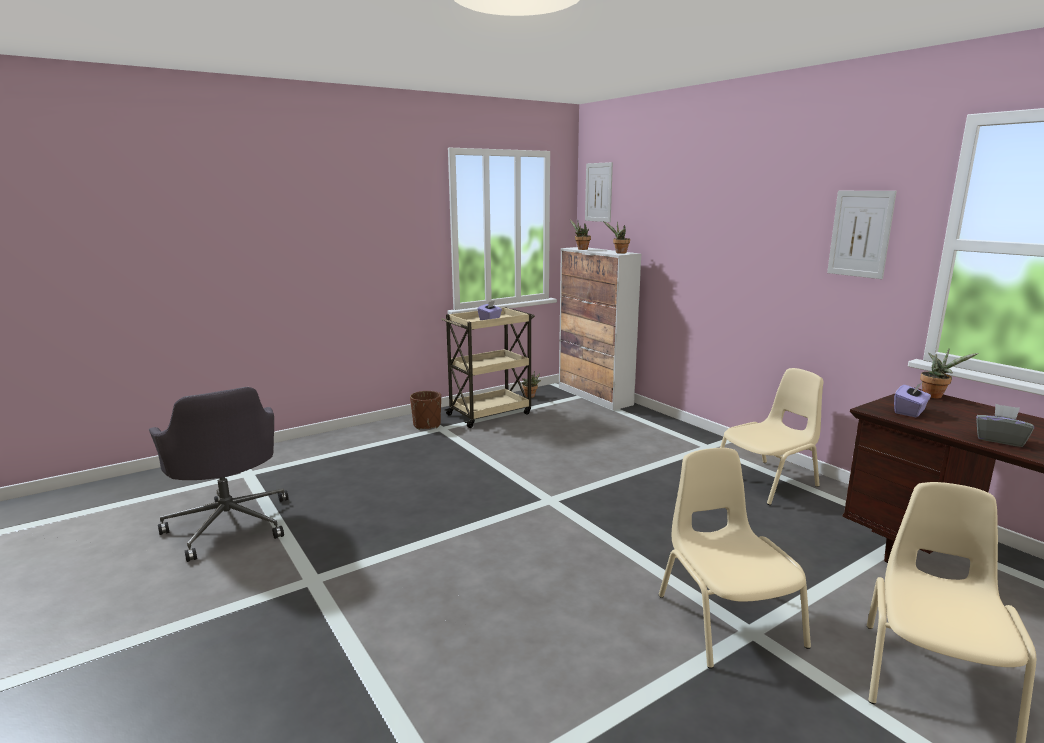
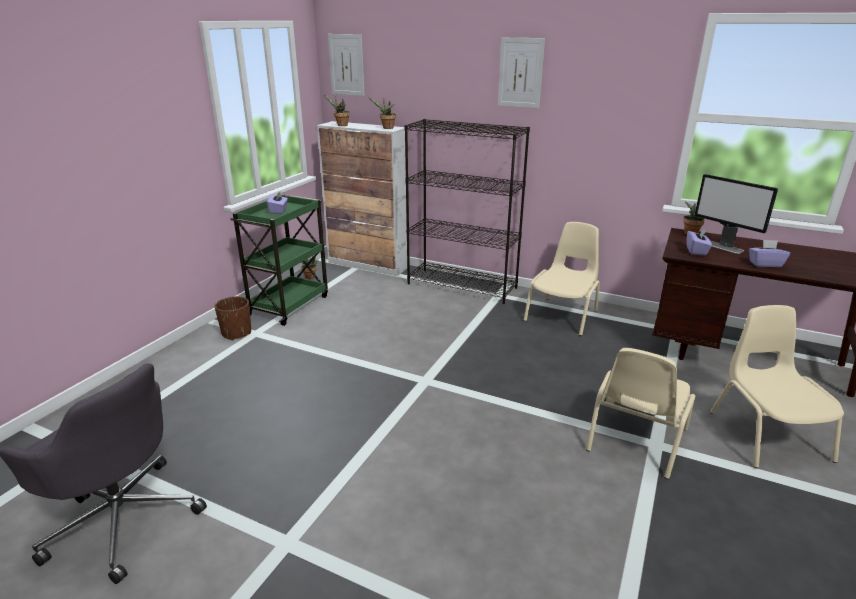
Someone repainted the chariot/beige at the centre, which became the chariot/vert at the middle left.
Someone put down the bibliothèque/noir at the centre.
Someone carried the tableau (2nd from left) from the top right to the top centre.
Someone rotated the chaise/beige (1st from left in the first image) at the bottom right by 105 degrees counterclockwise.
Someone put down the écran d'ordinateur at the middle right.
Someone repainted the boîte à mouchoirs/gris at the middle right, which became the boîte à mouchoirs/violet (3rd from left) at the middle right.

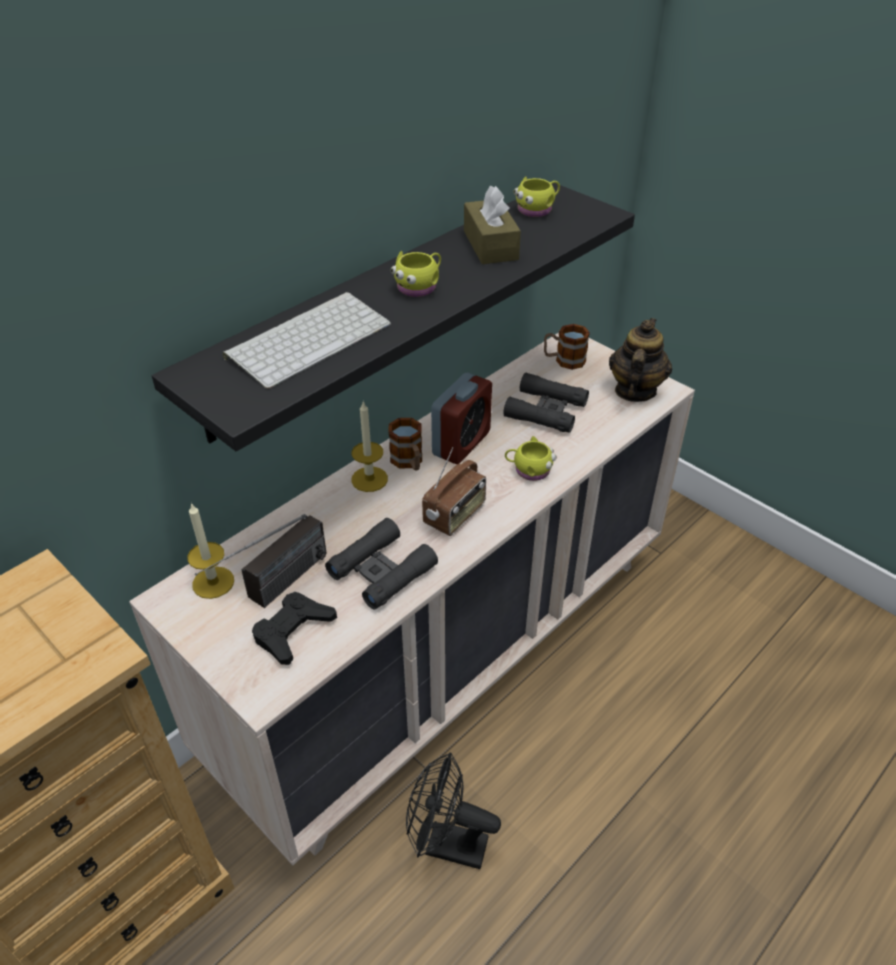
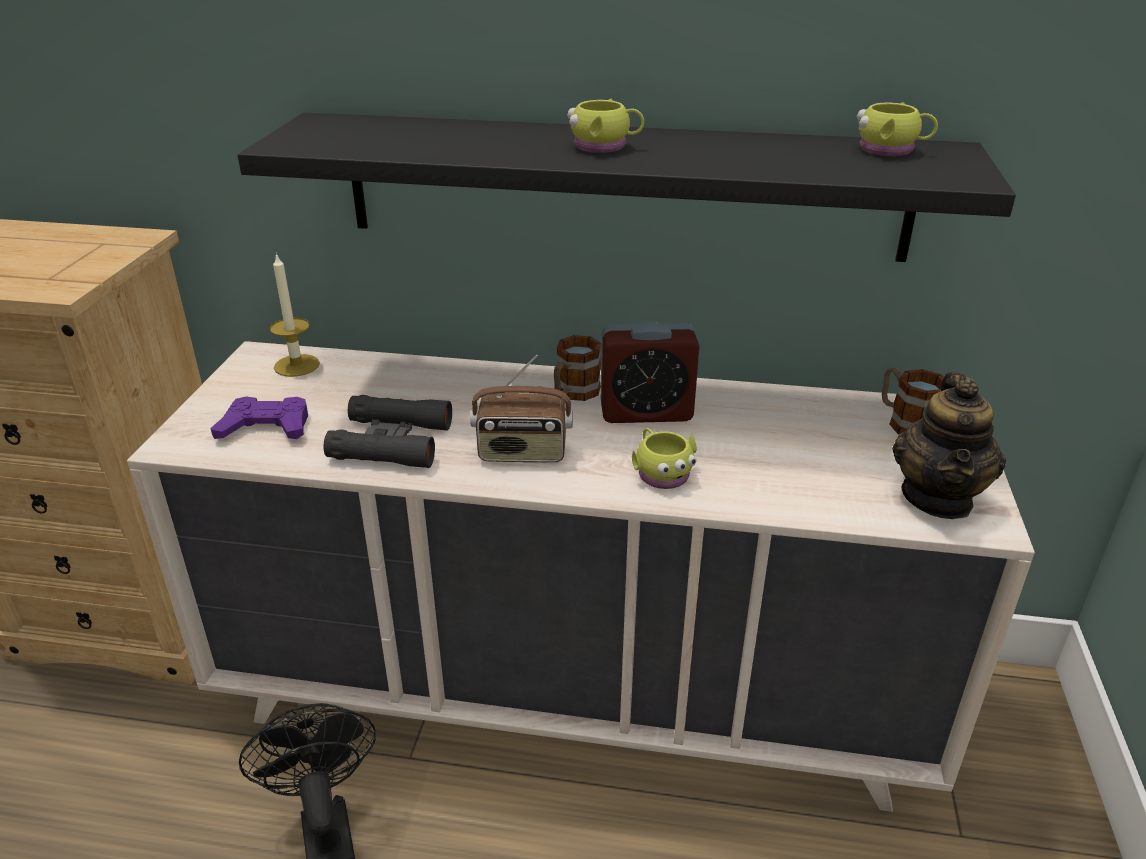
Someone repainted the manette/noir at the middle left, which became the manette/violet at the middle left.
Someone rotated the théière at the middle right by 120 degrees clockwise.
Someone took away the radio (1st from left) at the middle left.
Someone took away the clavier at the centre.
Someone took away the bougie (2nd from left) at the centre.
Someone took away the boîte à mouchoirs/marron at the top centre.
Someone took away the jumelles/noir (2nd from left) at the centre.

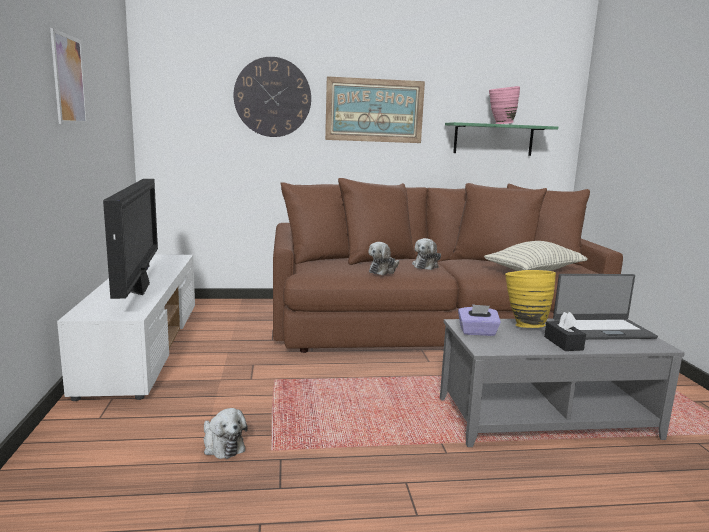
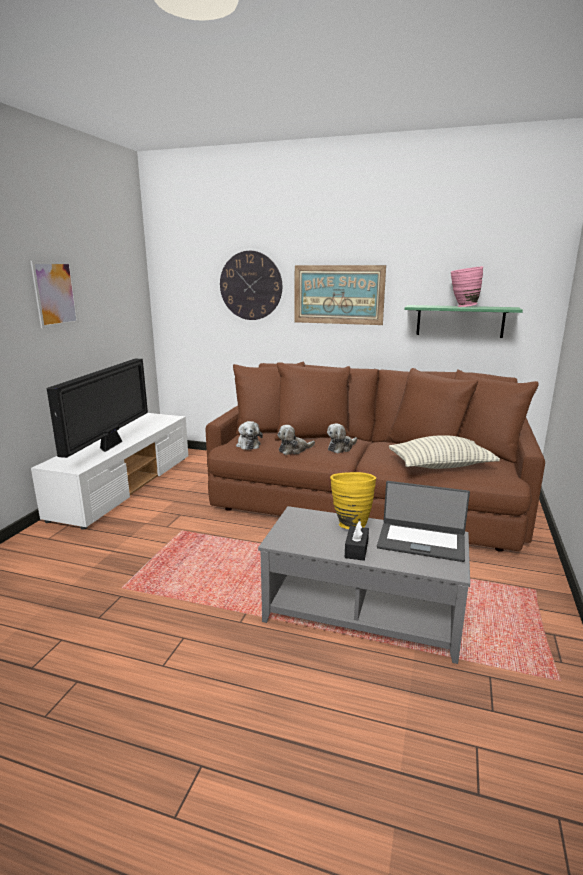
Someone carried the peluche (1st from left) from the bottom left to the centre.
Someone took away the boîte à mouchoirs/violet at the middle right.

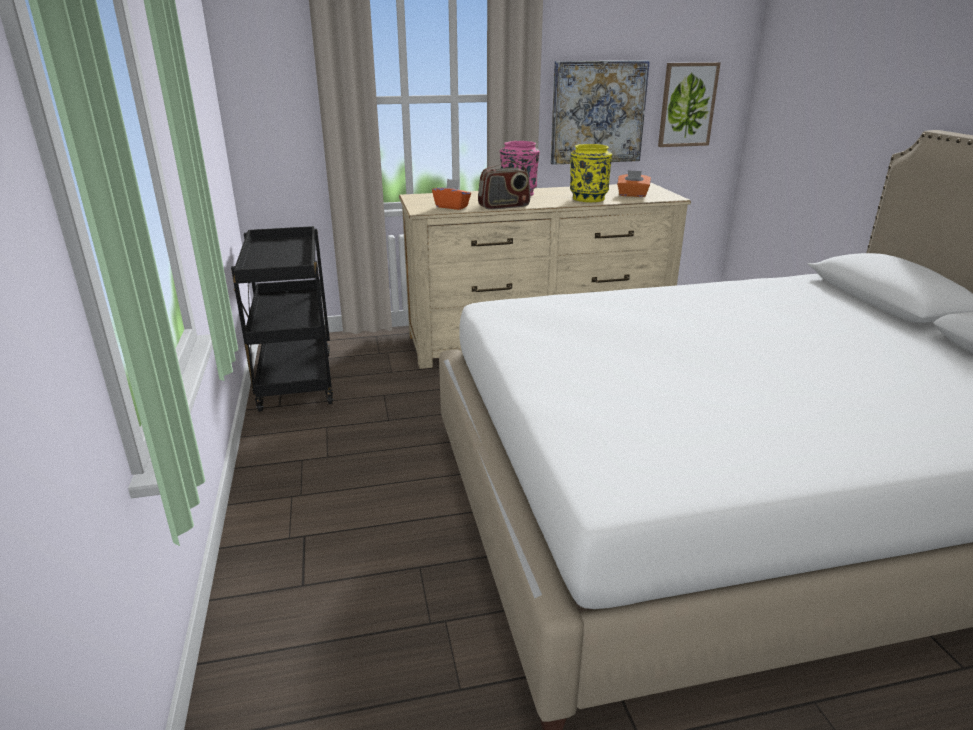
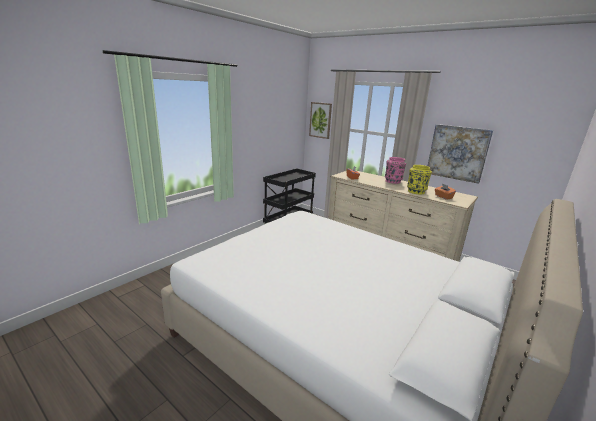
Someone carried the tableau (2nd from left in the first image) from the top right to the top centre.
Someone took away the radio at the top centre.

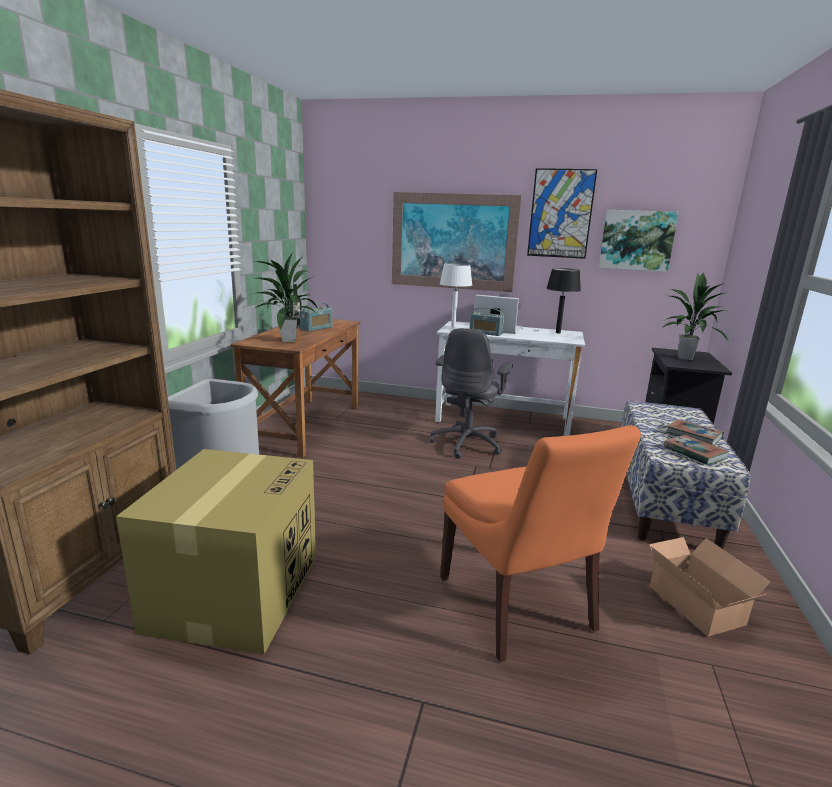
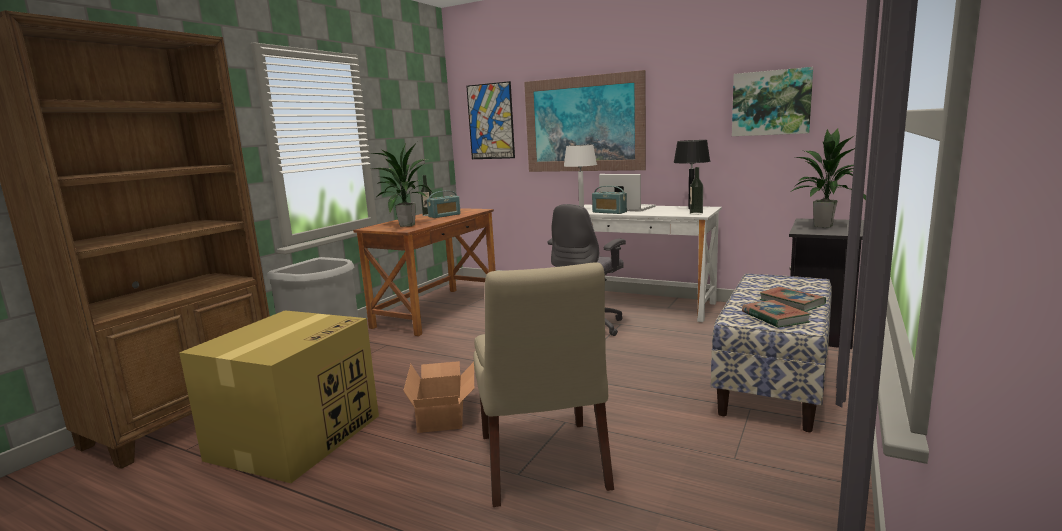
Someone carried the carton (2nd from left) from the bottom right to the bottom centre.
Someone carried the tableau (2nd from left in the first image) from the top right to the top centre.
Someone repainted the chaise/orange at the bottom centre, which became the chaise/beige at the bottom centre.
Someone put down the bouteille (2nd from left) at the centre.

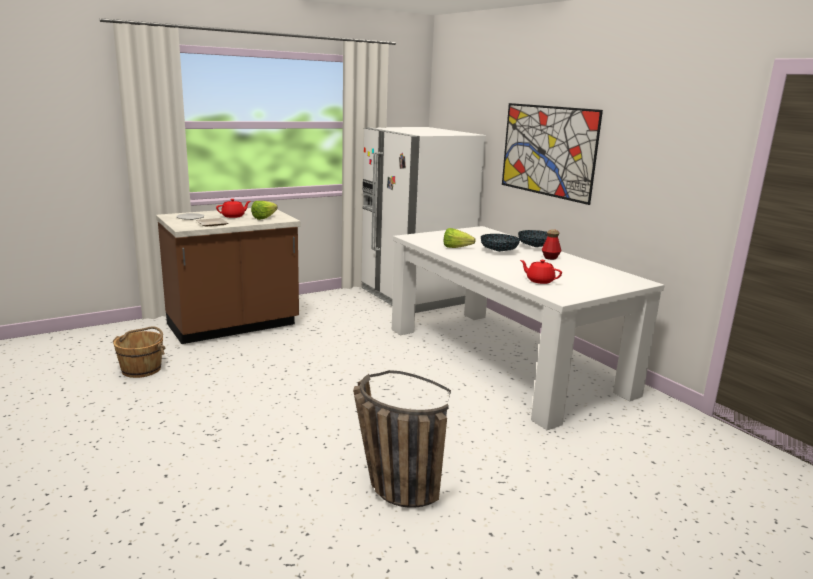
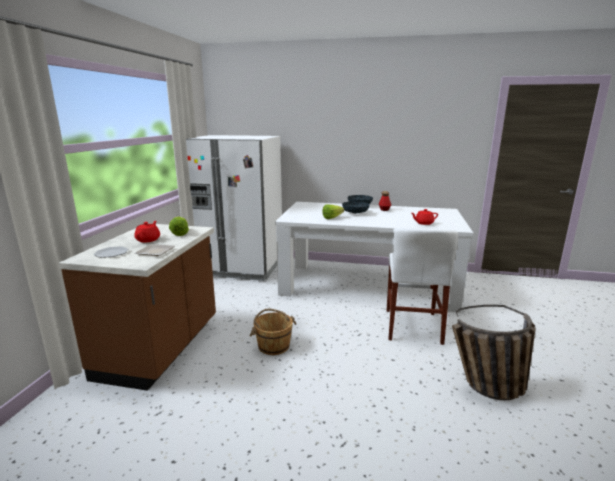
Someone carried the seau/marron from the middle left to the bottom centre.
Someone put down the chaise/blanc at the middle right.
Someone took away the tableau at the top right.

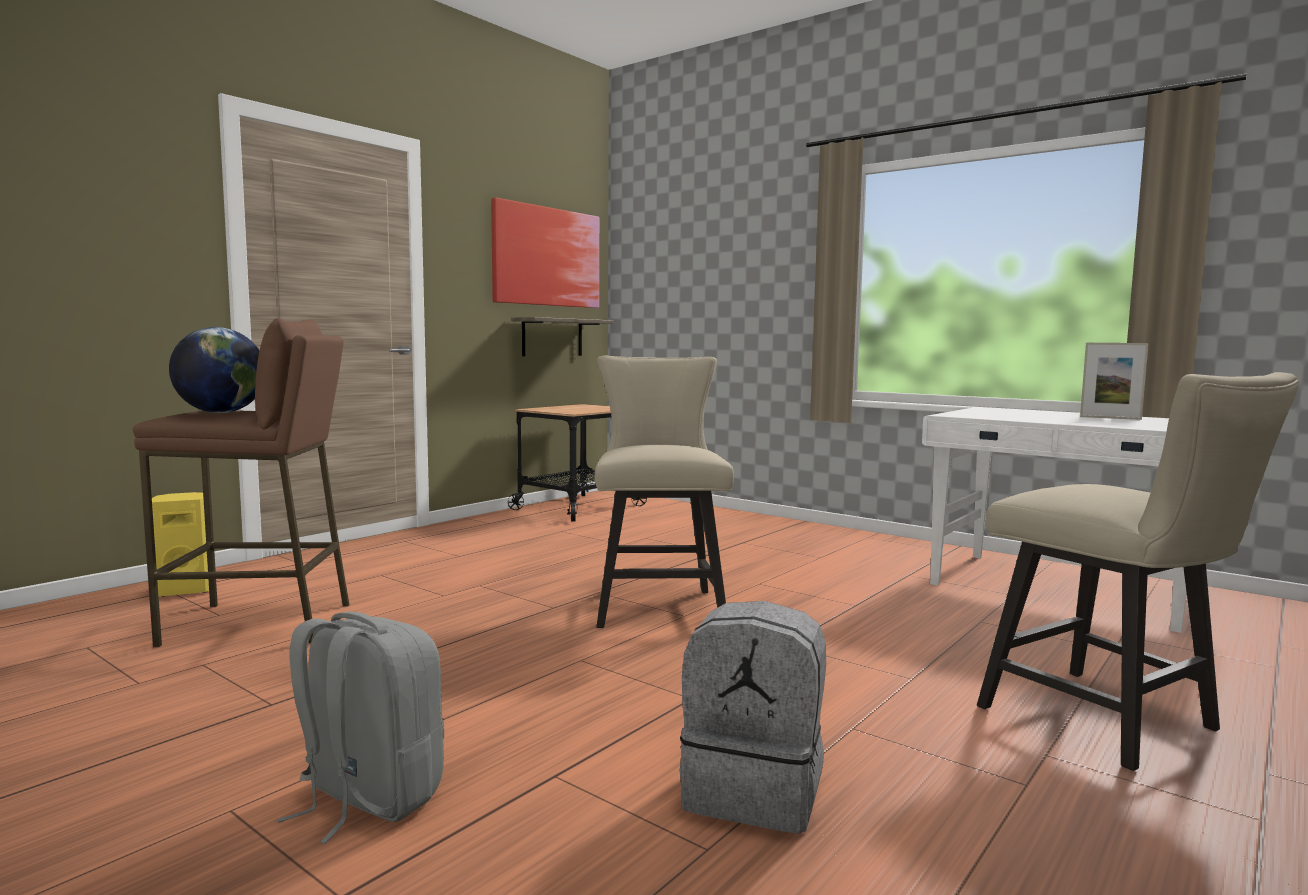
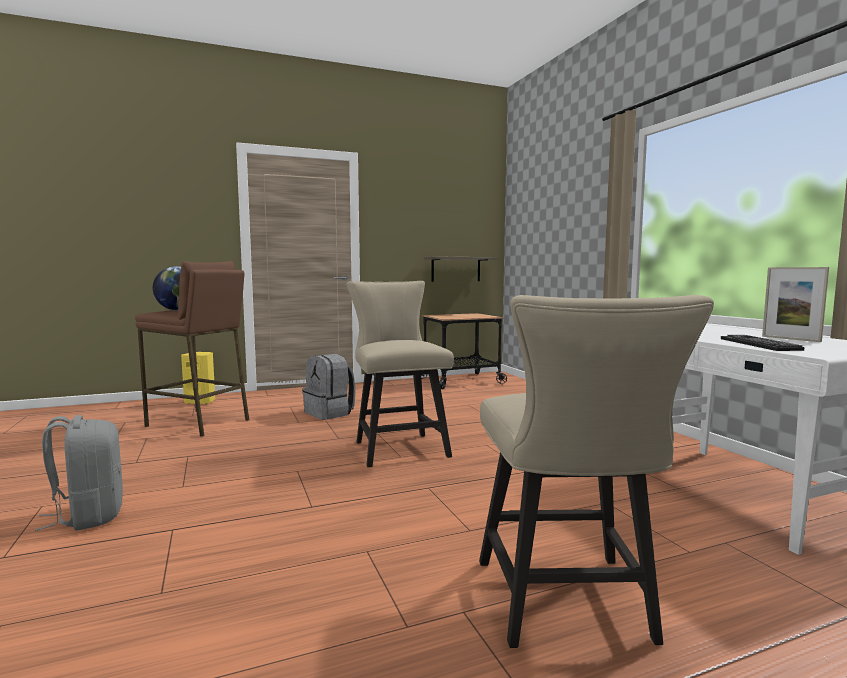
Someone carried the sac à dos/gris (2nd from left) from the bottom centre to the centre.
Someone rotated the chaise/beige (1st from left) at the centre by 45 degrees counterclockwise.
Someone put down the clavier at the middle right.
Someone took away the tableau at the top centre.

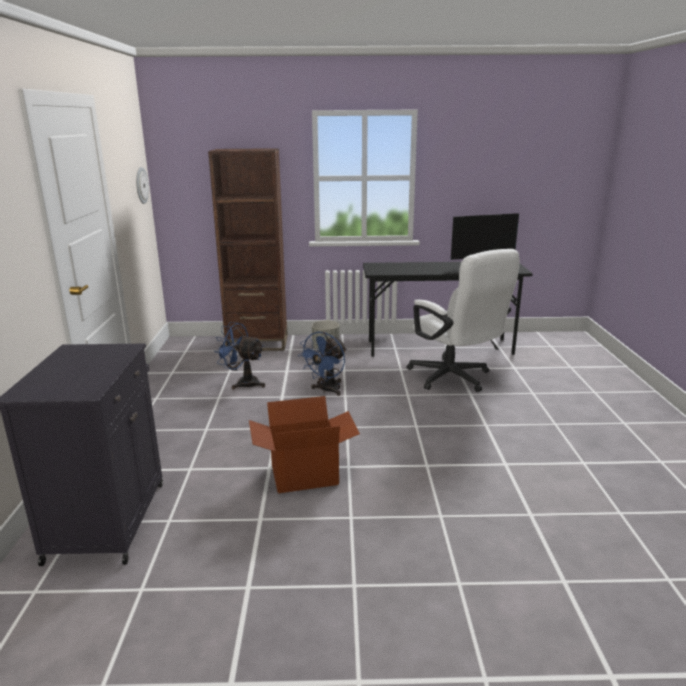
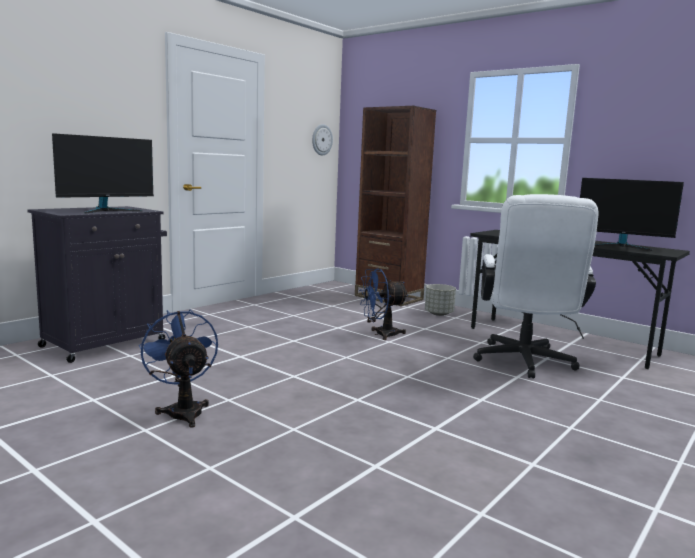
Someone put down the écran d'ordinateur (1st from left) at the top left.
Someone carried the ventilateur/bleu (1st from left) from the centre to the middle left.
Someone took away the carton at the centre.

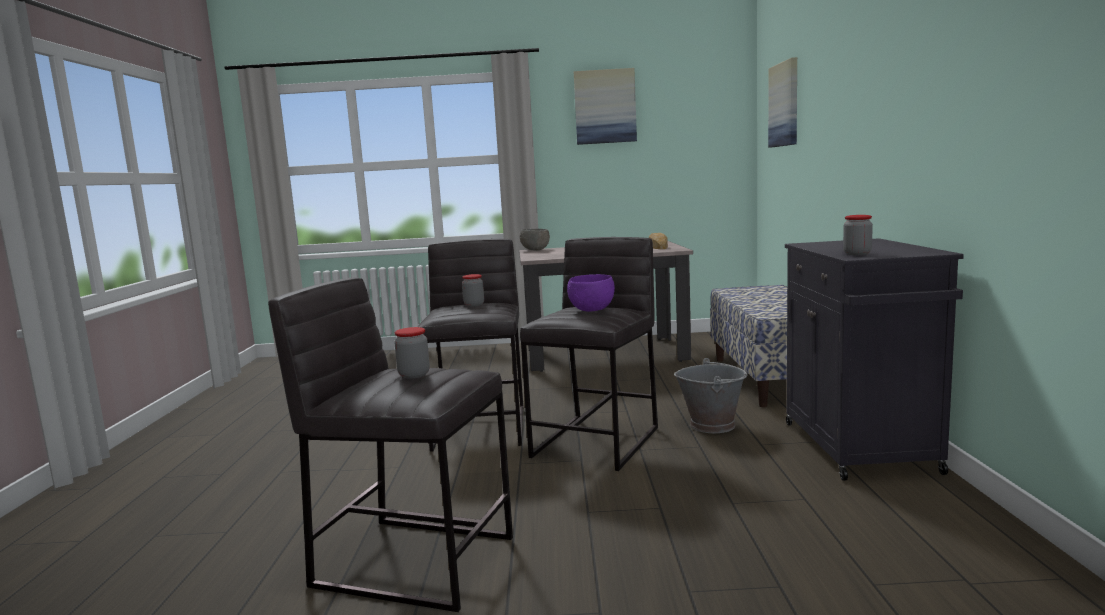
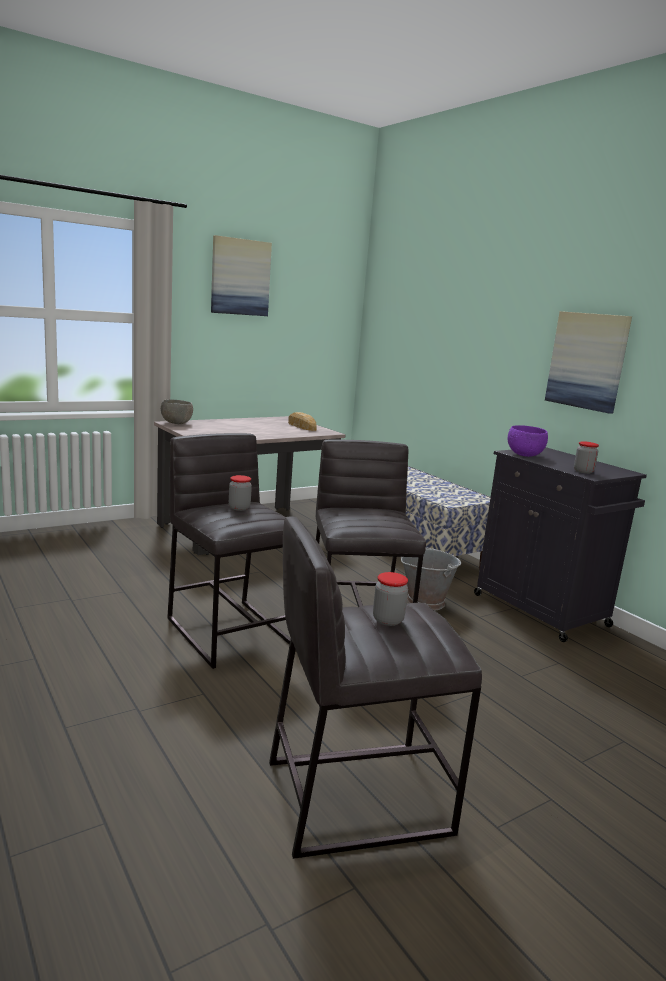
Someone carried the bol/violet from the centre to the middle right.
Someone carried the tableau (2nd from left) from the top right to the middle right.

